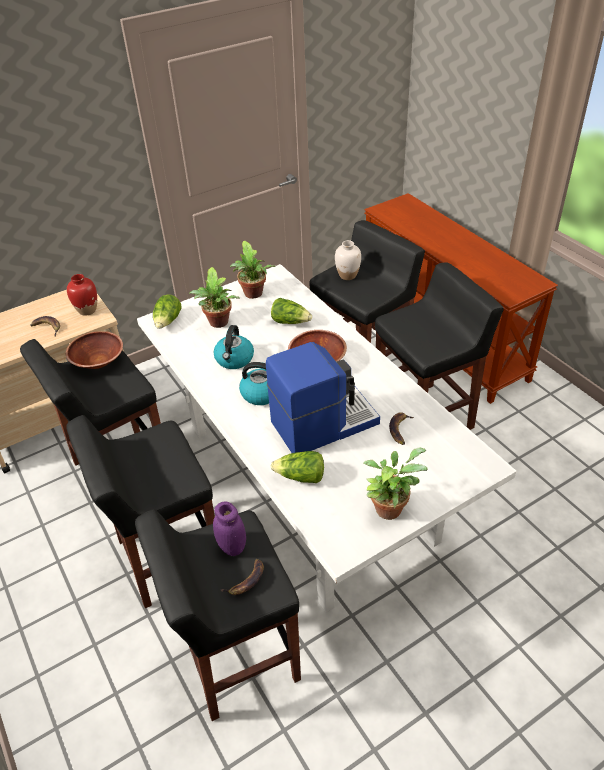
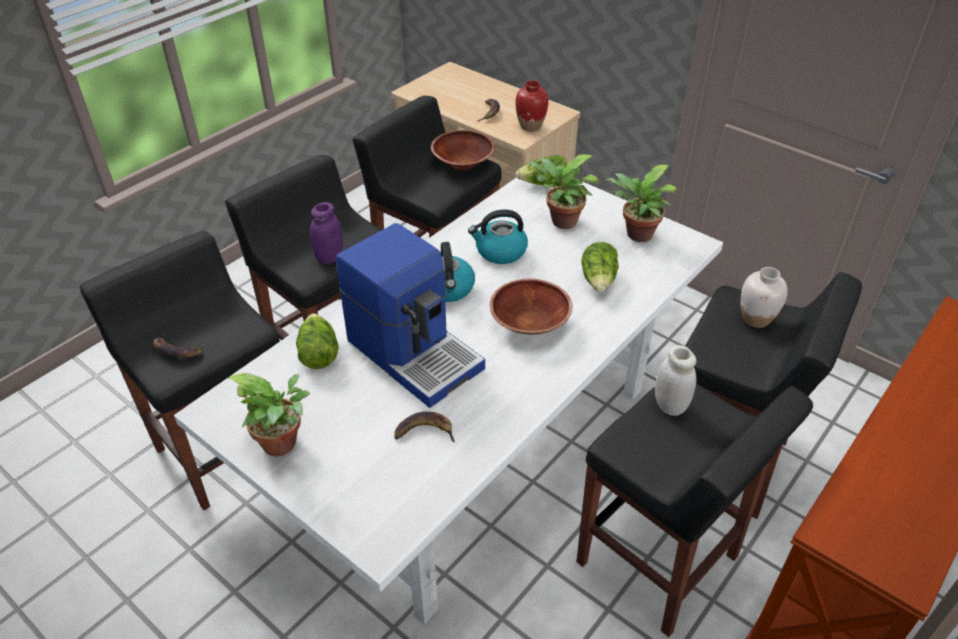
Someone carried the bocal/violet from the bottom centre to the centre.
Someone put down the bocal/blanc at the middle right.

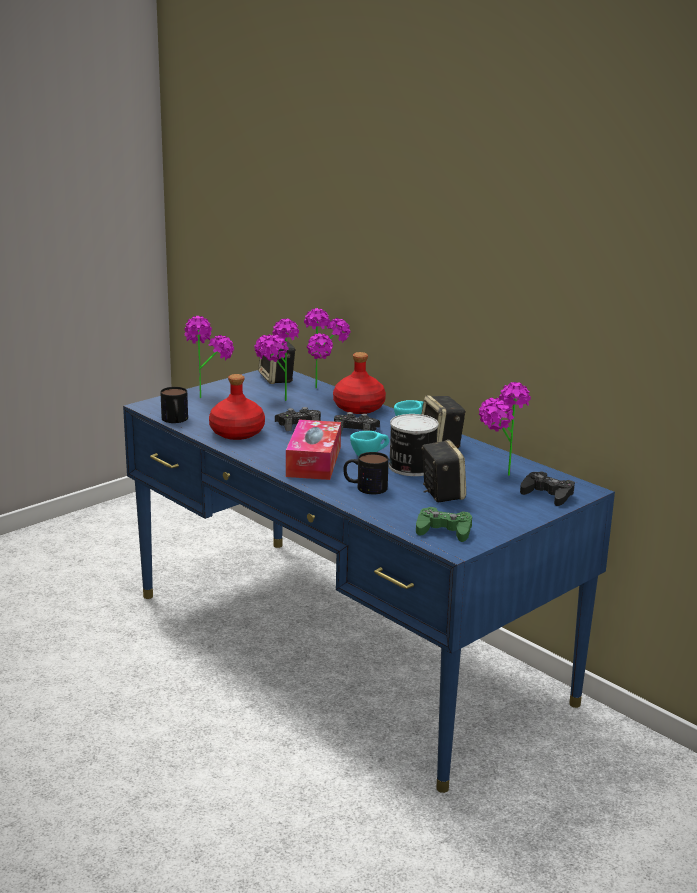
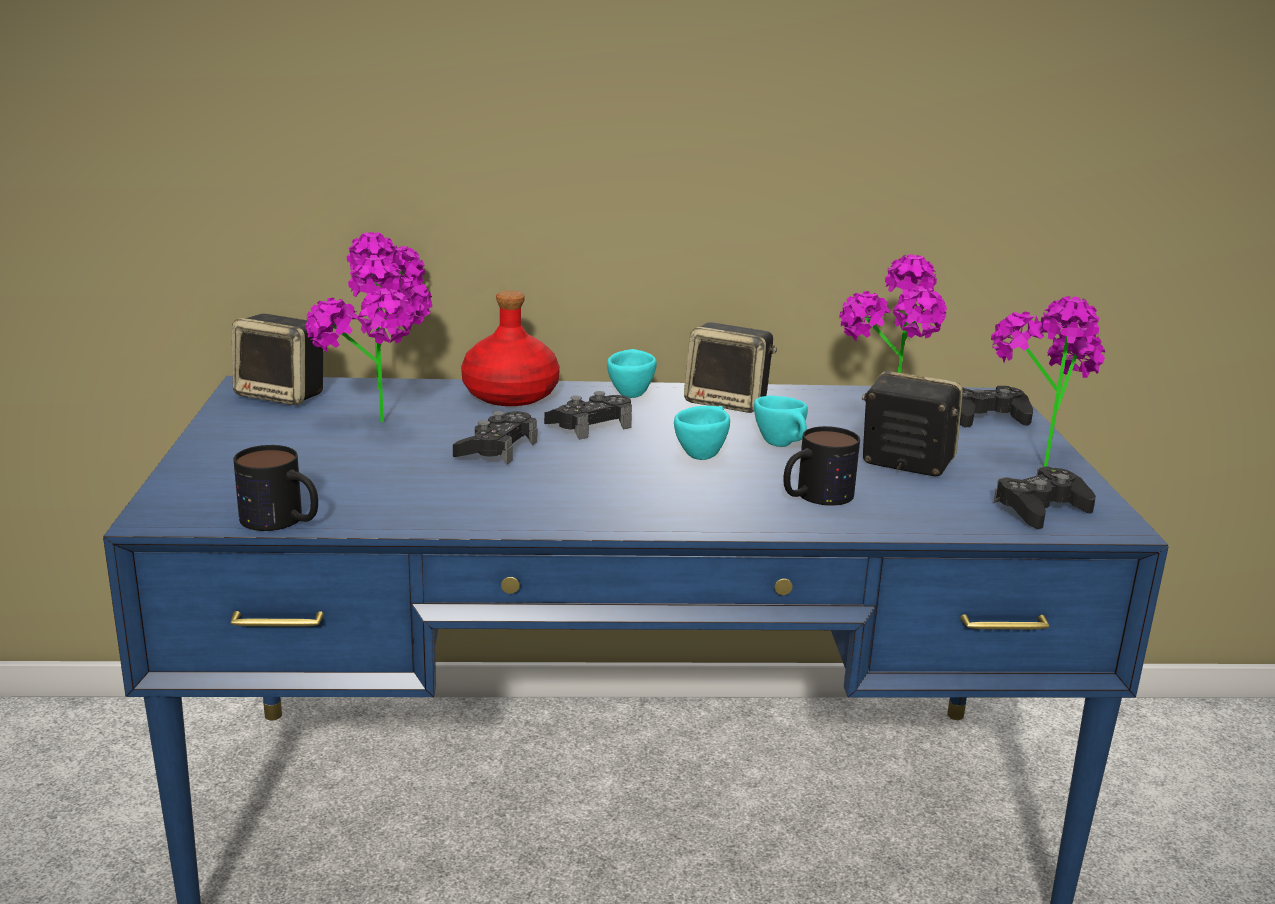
Someone swapped the boîte métallique at the centre for the tasse/turquoise (3rd from left) at the centre.
Someone carried the plante en pot (1st from left in the first image) from the middle left to the middle right.
Someone repainted the manette/vert at the centre, which became the manette/noir (4th from left) at the middle right.
Someone took away the bouteille/rouge (1st from left) at the centre.
Someone took away the boîte à mouchoirs at the centre.

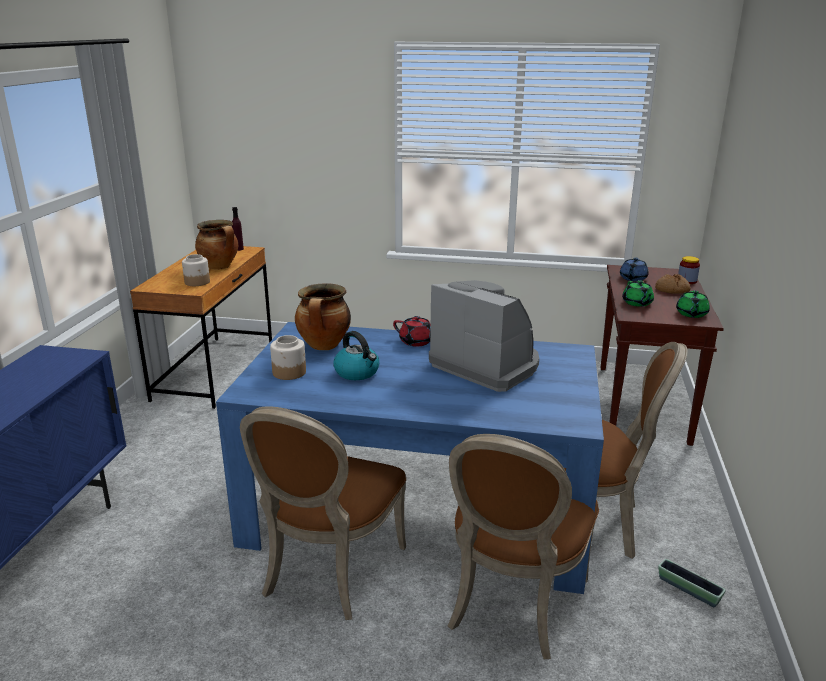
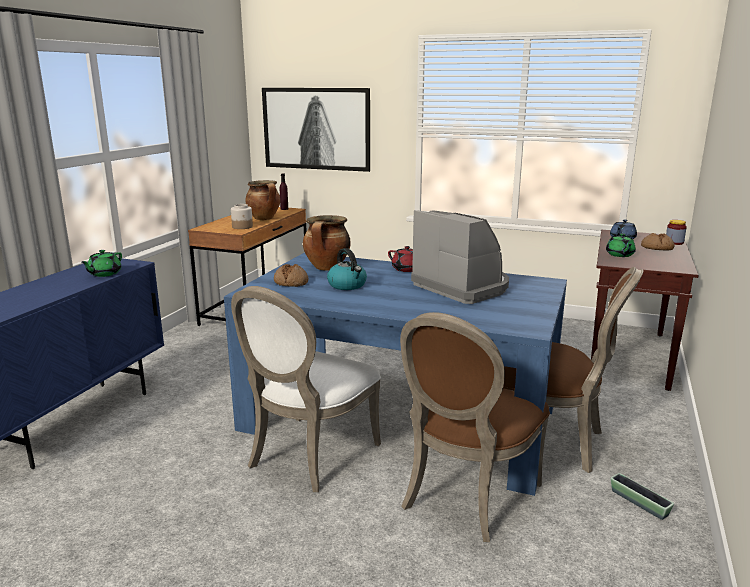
Someone carried the théière/vert (2nd from left in the first image) from the middle right to the middle left.
Someone repainted the chaise/marron (1st from left) at the bottom centre, which became the chaise/blanc at the centre.
Someone put up the tableau at the top centre.
Someone swapped the bocal (2nd from left) at the centre for the pain (1st from left) at the centre.

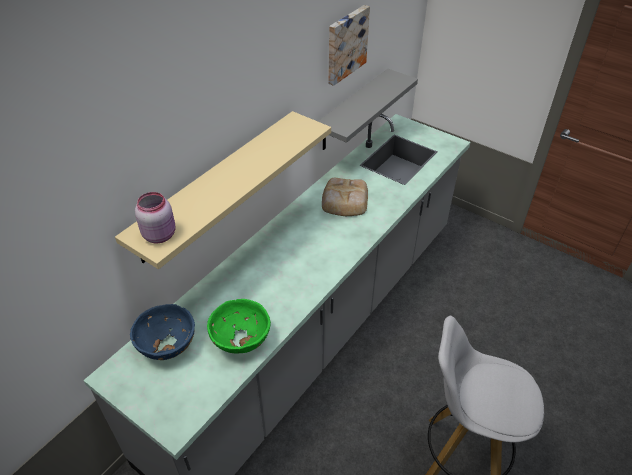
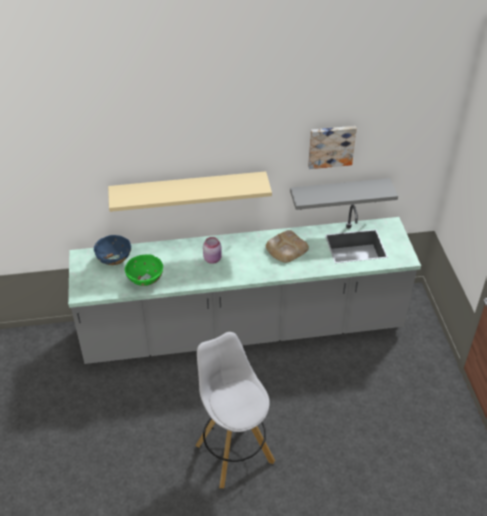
Someone carried the bocal/rose from the middle left to the centre.

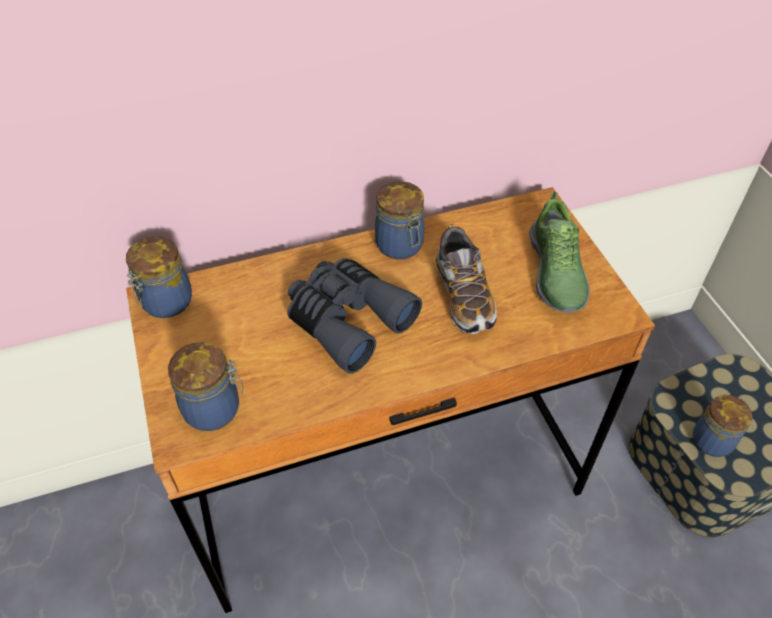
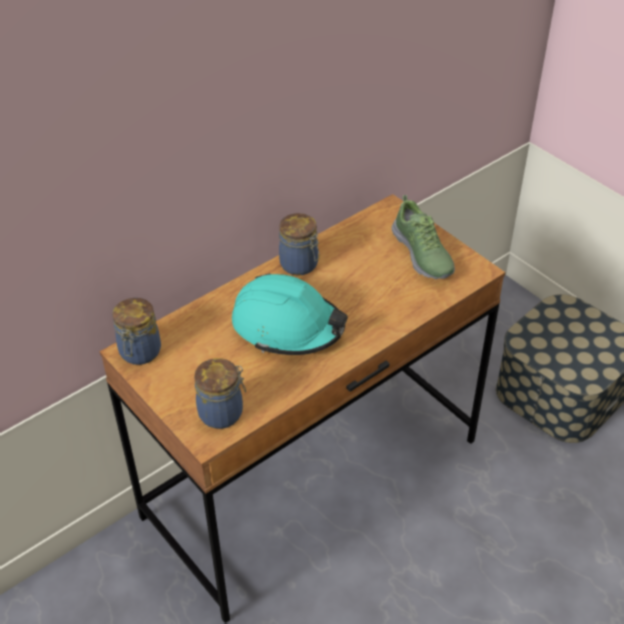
Someone swapped the jumelles/gris at the centre for the casque de chantier/turquoise at the centre.
Someone took away the chaussure (1st from left) at the centre.
Someone took away the bocal (4th from left) at the bottom right.

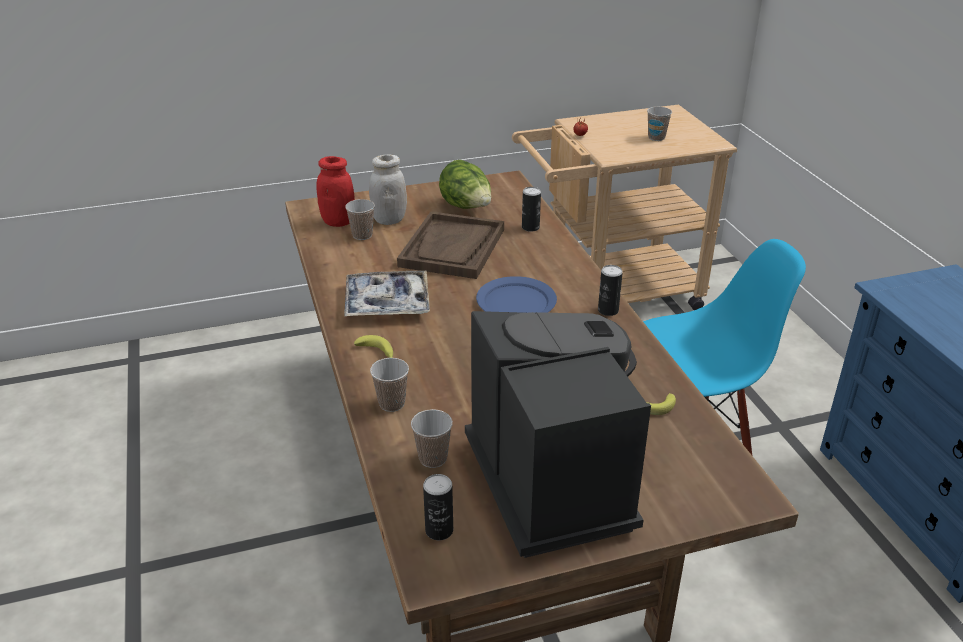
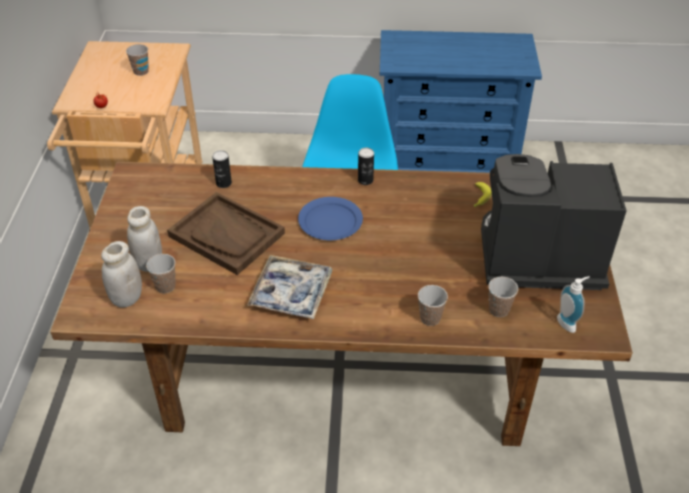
Someone repainted the bocal/rouge at the top centre, which became the bocal/blanc (1st from left) at the middle left.
Someone swapped the boîte métallique (1st from left) at the bottom centre for the distributeur de savon at the middle right.
Someone took away the banane (1st from left) at the centre.
Someone took away the laitue at the top centre.

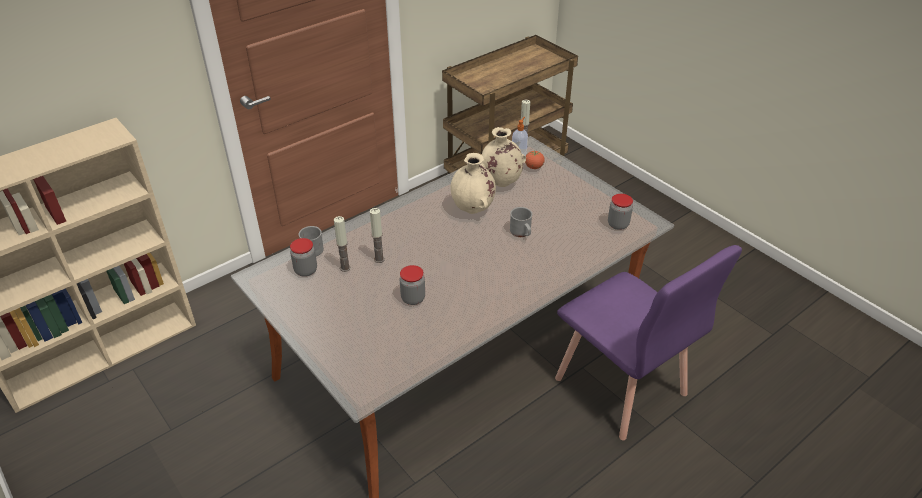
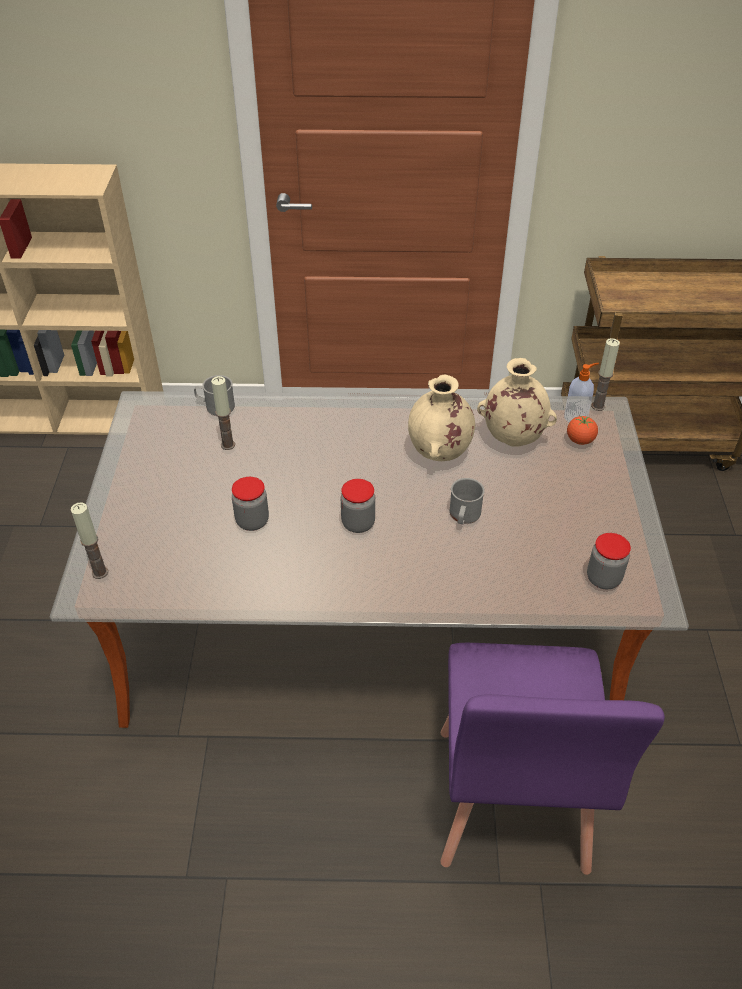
Someone carried the bougie (2nd from left in the first image) from the centre to the middle left.
Someone carried the bocal (1st from left in the first image) from the middle left to the centre.

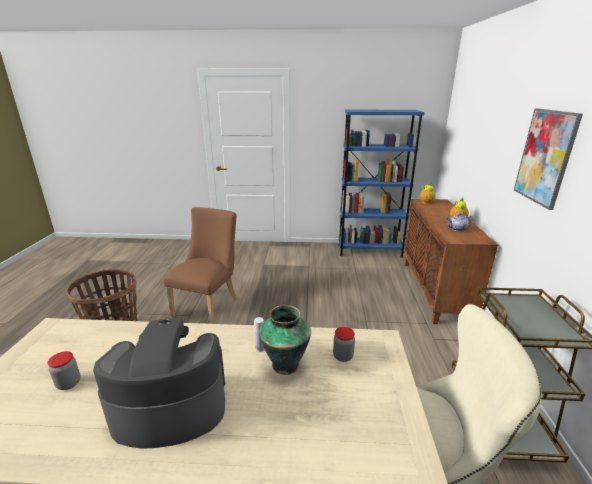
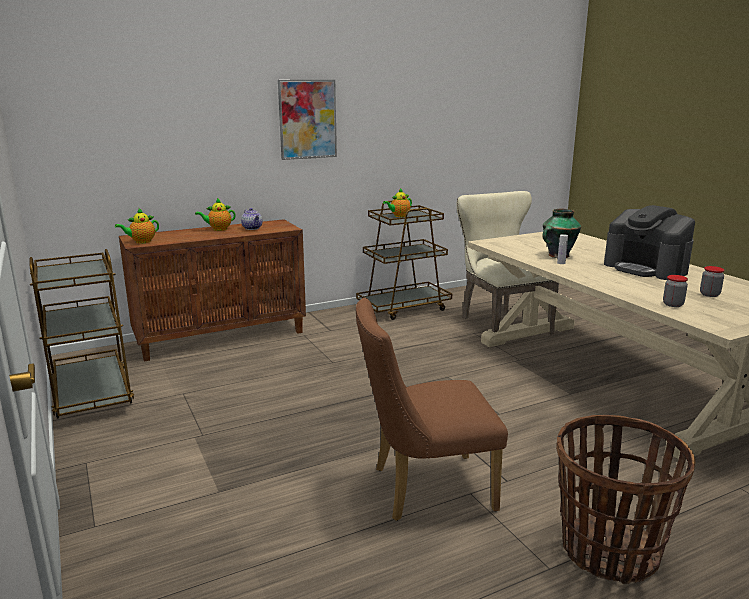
Someone swapped the bibliothèque/bleu at the centre for the chariot/marron (1st from left) at the middle left.
Someone put down the théière (4th from left) at the centre.
Someone carried the bocal (2nd from left in the first image) from the bottom centre to the middle right.

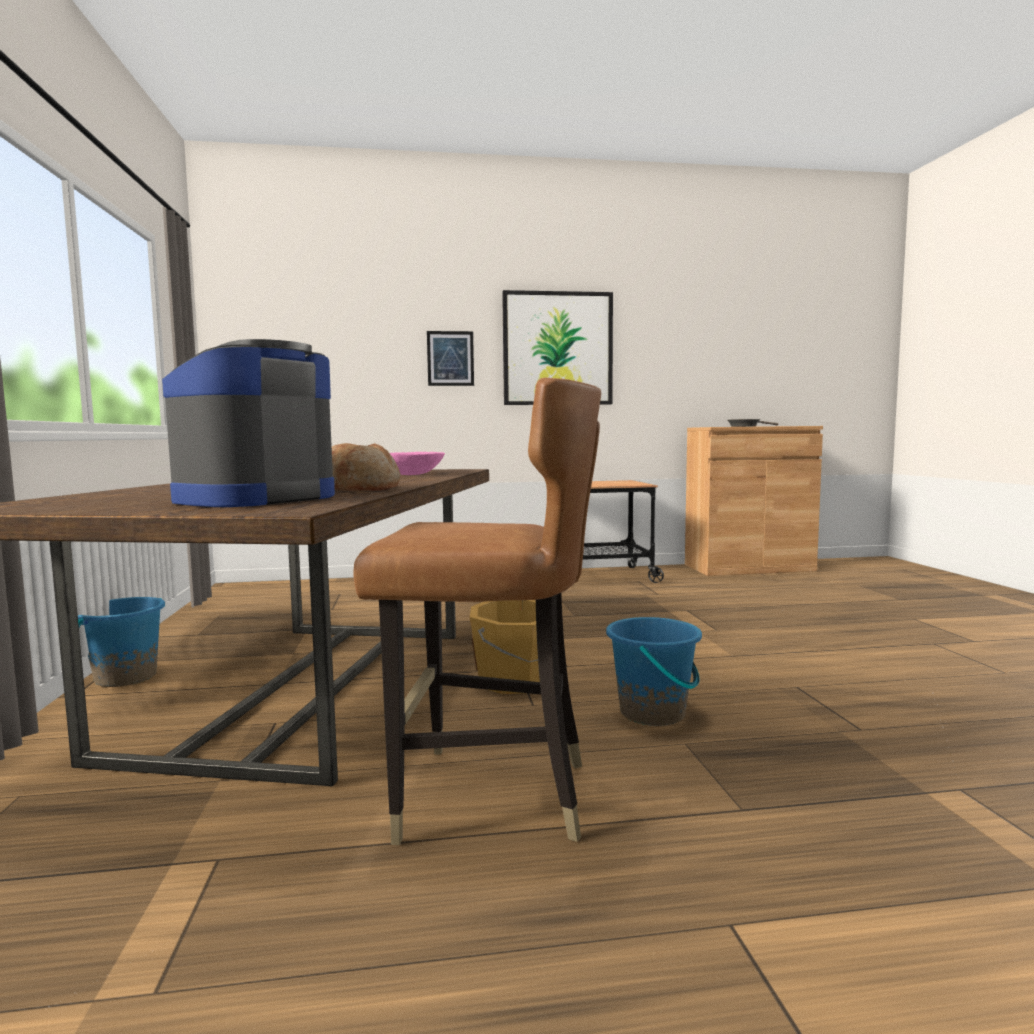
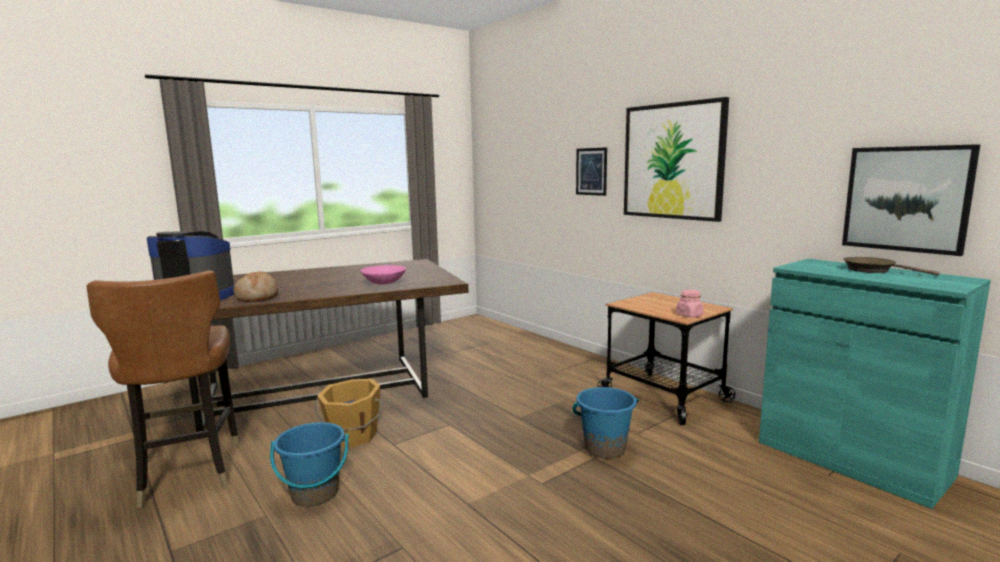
Someone carried the seau/bleu (1st from left in the first image) from the middle left to the bottom centre.
Someone put down the bocal/rose at the middle right.
Someone repainted the meuble de rangement/marron at the middle right, which became the meuble de rangement/turquoise at the bottom right.
Someone put up the tableau (3rd from left) at the middle right.

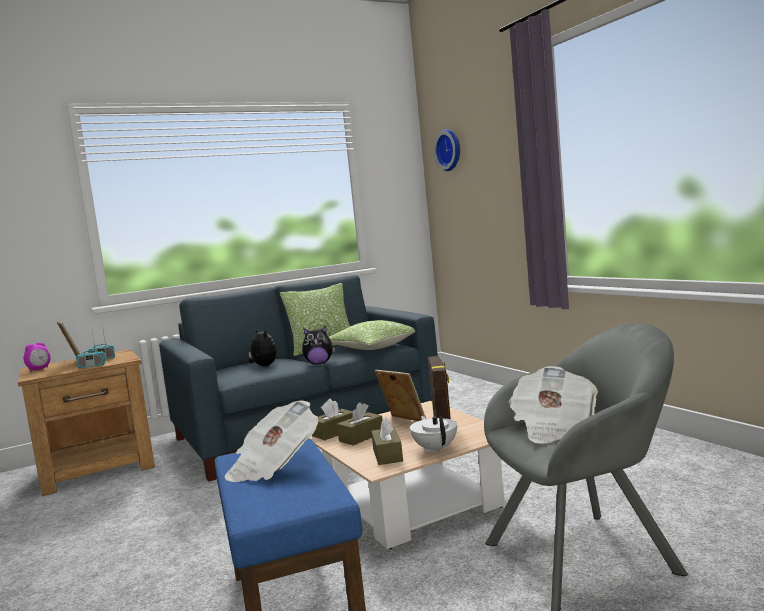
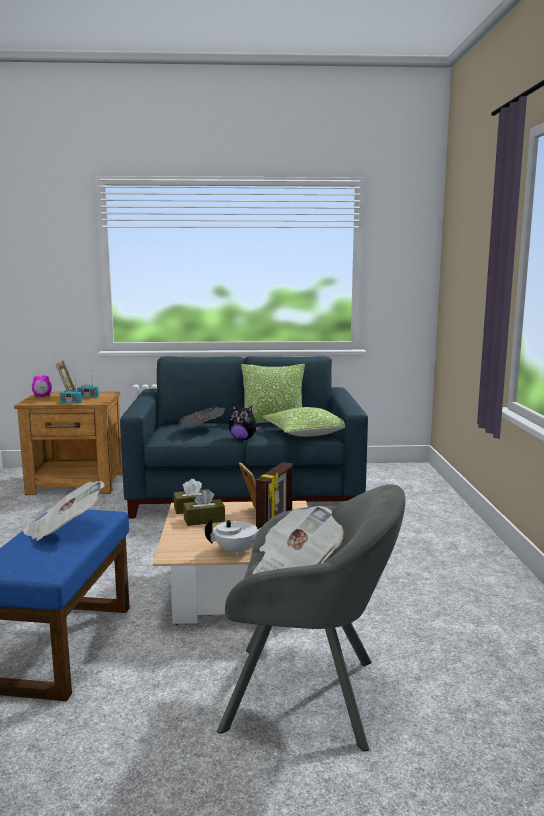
Someone swapped the peluche (1st from left) at the centre for the journal (2nd from left) at the centre.
Someone rotated the théière/blanc at the bottom centre by 60 degrees clockwise.
Someone took away the boîte à mouchoirs/marron (3rd from left) at the bottom centre.
Someone took away the horloge murale at the top centre.

